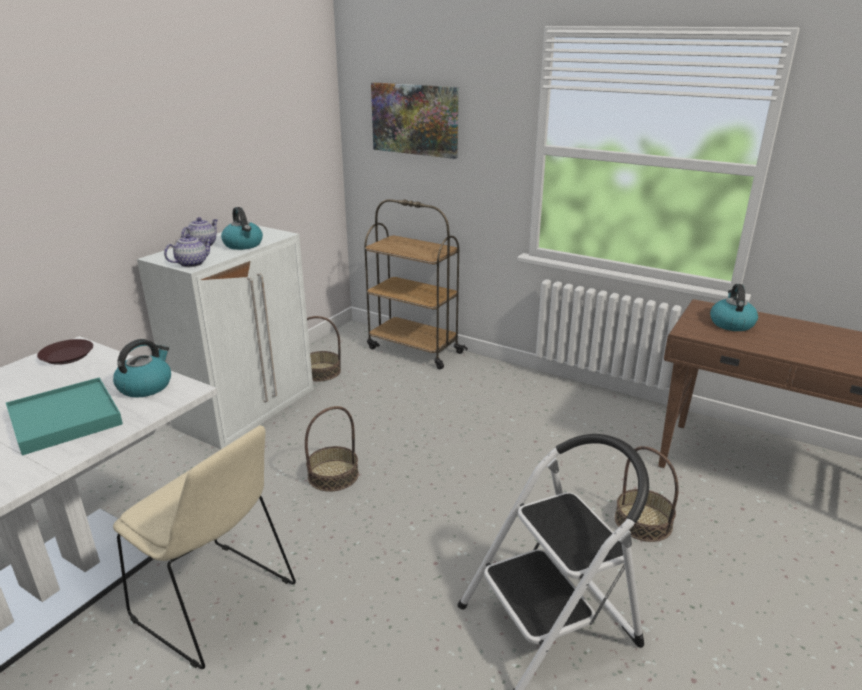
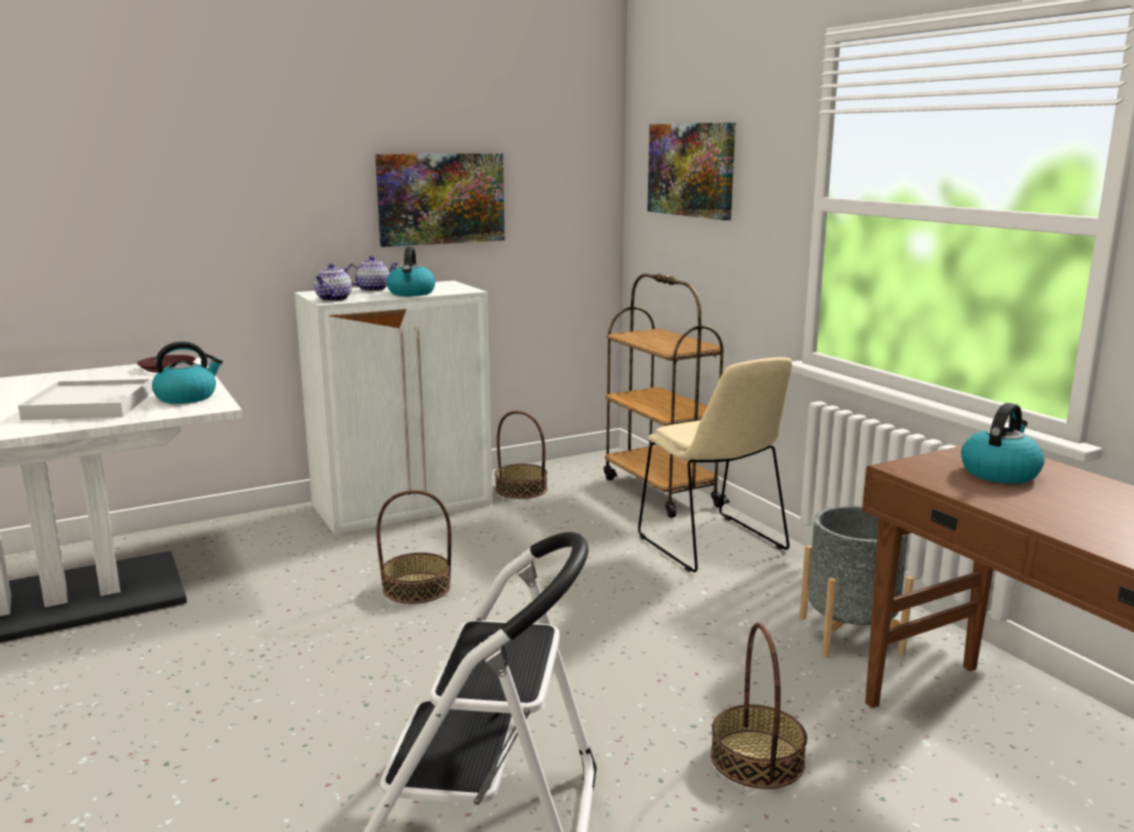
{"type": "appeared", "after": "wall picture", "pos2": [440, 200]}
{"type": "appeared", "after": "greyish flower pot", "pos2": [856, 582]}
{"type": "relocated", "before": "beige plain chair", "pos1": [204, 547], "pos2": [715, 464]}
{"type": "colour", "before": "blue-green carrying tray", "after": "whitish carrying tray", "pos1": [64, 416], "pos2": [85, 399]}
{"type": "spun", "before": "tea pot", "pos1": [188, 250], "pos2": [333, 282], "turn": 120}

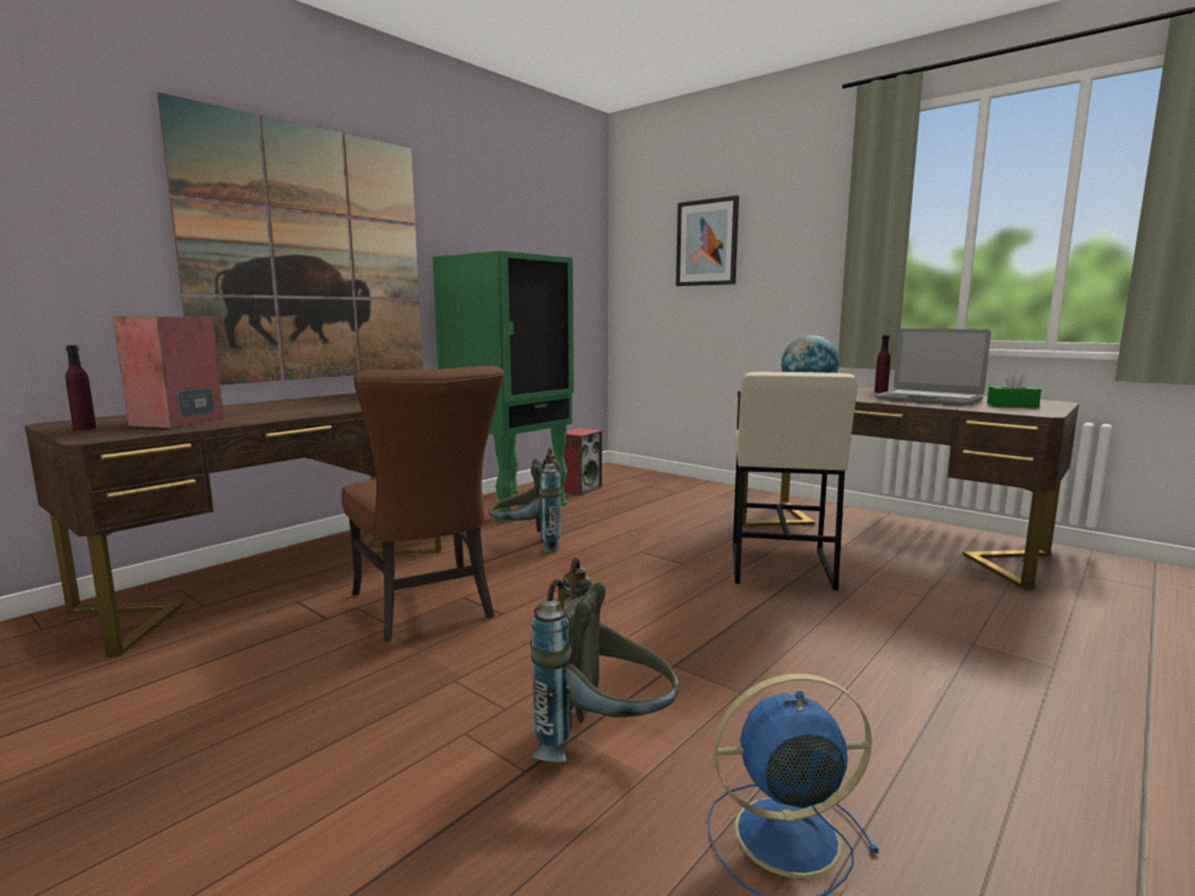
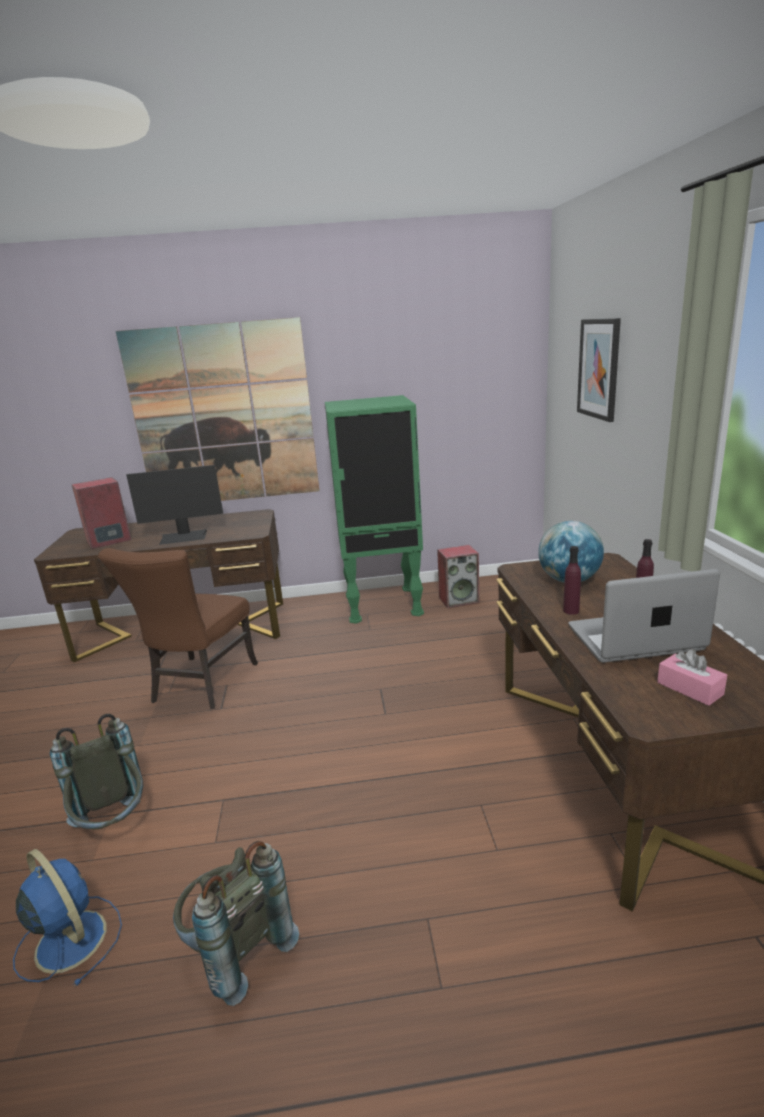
{"type": "missing", "before": "beige plain chair", "pos1": [795, 481]}
{"type": "appeared", "after": "computer screen", "pos2": [174, 505]}
{"type": "relocated", "before": "purple beverage bottle", "pos1": [80, 387], "pos2": [572, 580]}
{"type": "relocated", "before": "greyish knapsack", "pos1": [525, 500], "pos2": [236, 923]}
{"type": "colour", "before": "green-coloured tissue holder", "after": "pinkish tissue holder", "pos1": [1014, 389], "pos2": [692, 677]}
{"type": "spun", "before": "laptop", "pos1": [933, 366], "pos2": [644, 616], "turn": 90}

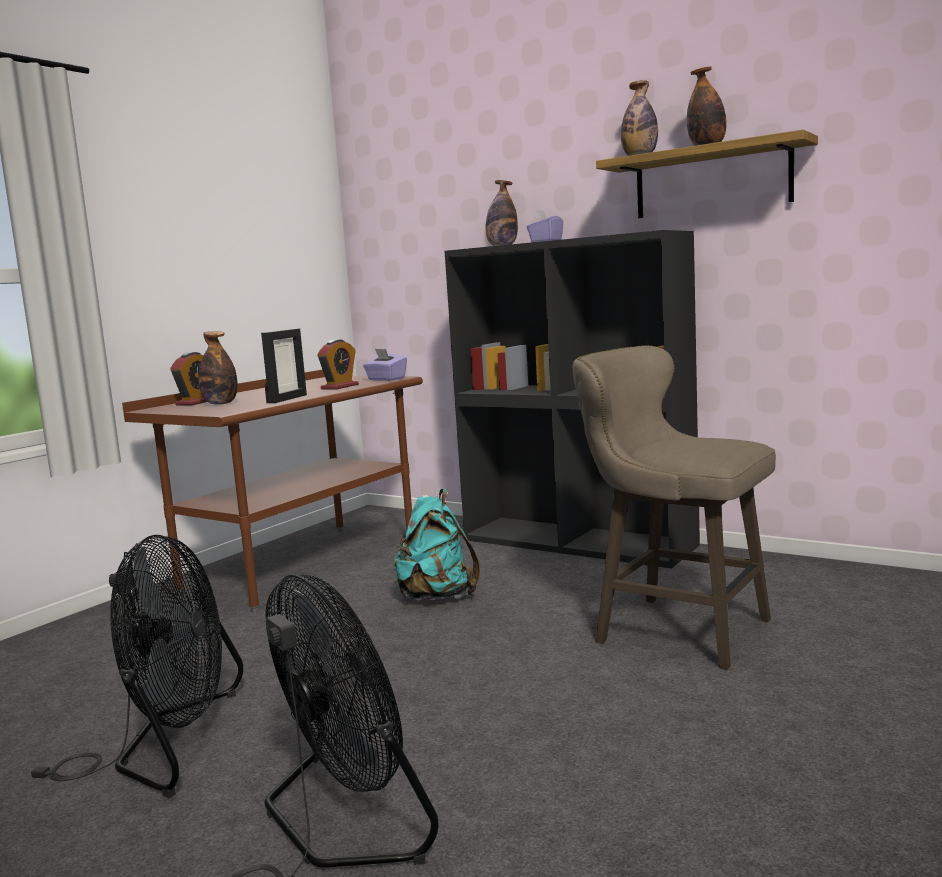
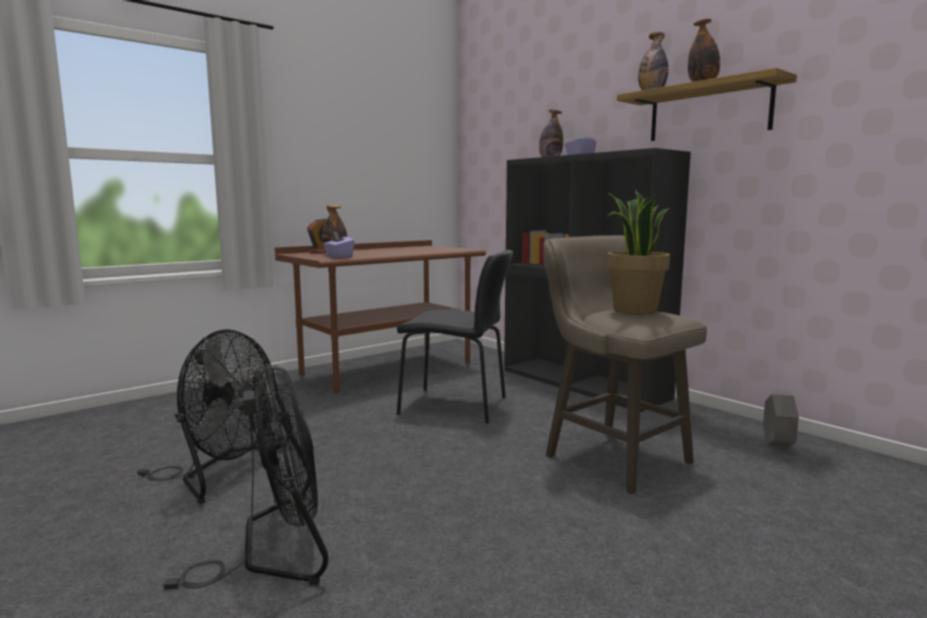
{"type": "missing", "before": "standing frame", "pos1": [284, 365]}
{"type": "missing", "before": "alarm clock", "pos1": [338, 364]}
{"type": "appeared", "after": "plant in a pot", "pos2": [638, 252]}
{"type": "appeared", "after": "greyish flower pot", "pos2": [781, 420]}
{"type": "relocated", "before": "purple tissue holder", "pos1": [385, 365], "pos2": [338, 245]}
{"type": "exchanged", "before": "blue-green knapsack", "after": "black-coloured plain chair", "pos1": [436, 545], "pos2": [454, 336]}

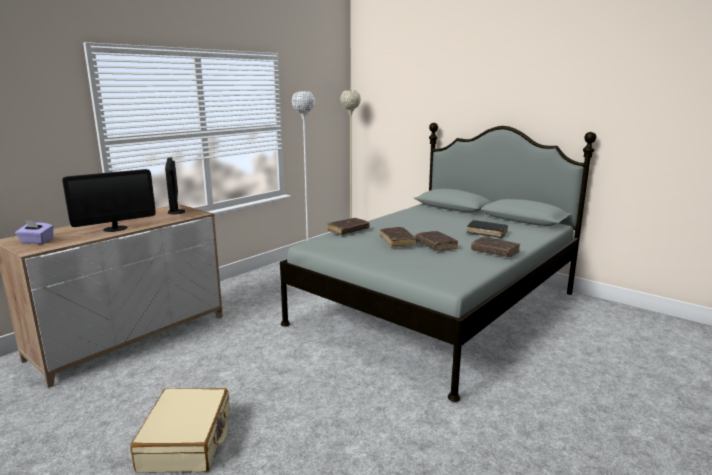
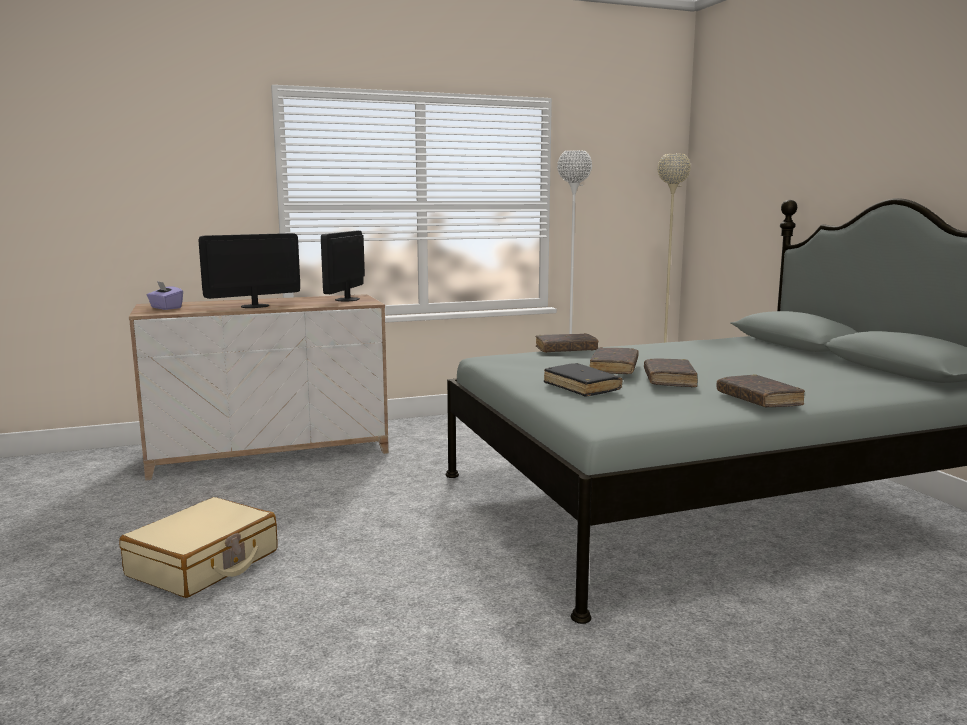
{"type": "relocated", "before": "black-coloured book", "pos1": [487, 229], "pos2": [583, 380]}
{"type": "spun", "before": "computer screen", "pos1": [109, 200], "pos2": [249, 270], "turn": 150}

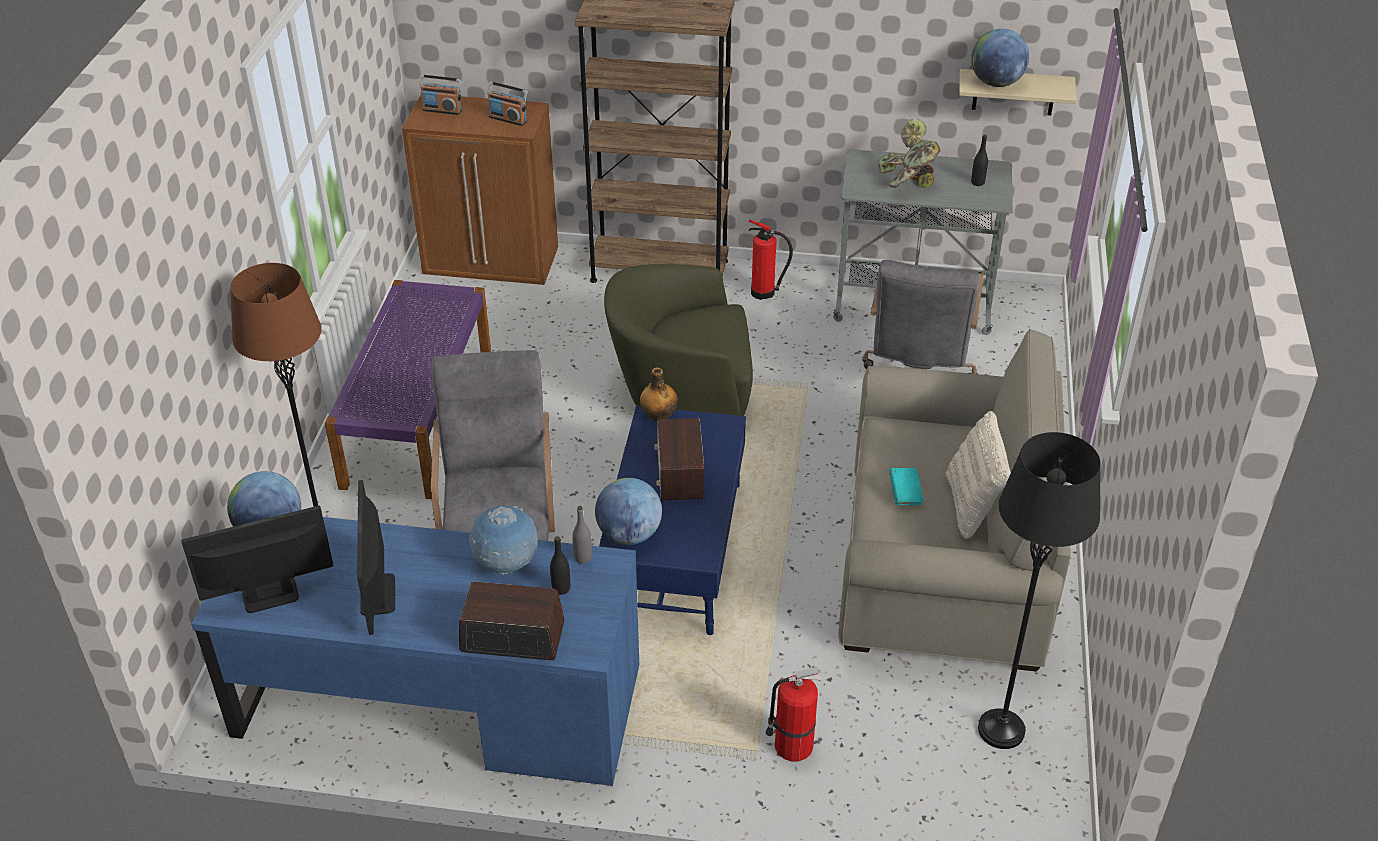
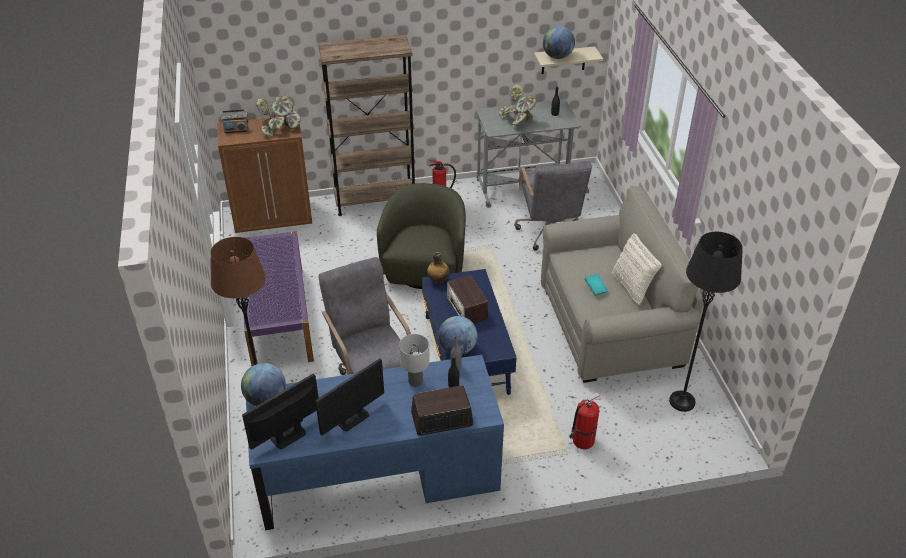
{"type": "exchanged", "before": "world globe", "after": "whitish tabletop lamp", "pos1": [503, 540], "pos2": [414, 360]}
{"type": "exchanged", "before": "radio set", "after": "plant in a pot", "pos1": [507, 103], "pos2": [278, 116]}
{"type": "spun", "before": "computer screen", "pos1": [376, 557], "pos2": [349, 397], "turn": -105}
{"type": "spun", "before": "green-coloured armchair", "pos1": [678, 340], "pos2": [421, 236], "turn": 120}

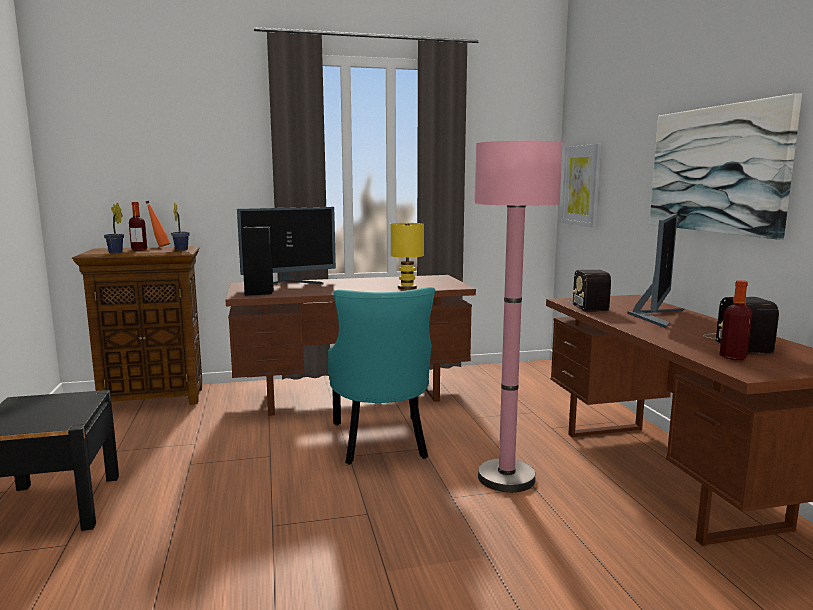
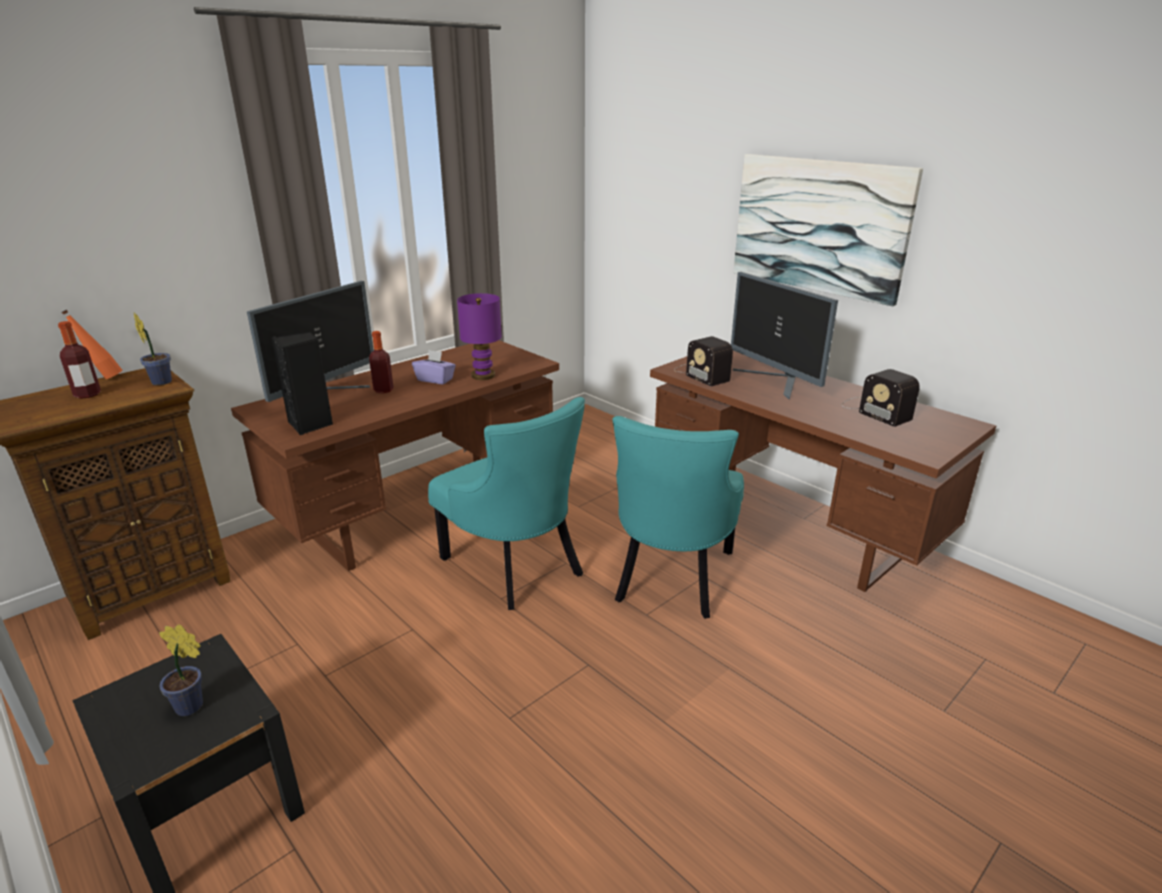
{"type": "missing", "before": "wall picture", "pos1": [581, 186]}
{"type": "appeared", "after": "purple tissue holder", "pos2": [434, 367]}
{"type": "relocated", "before": "plant in a pot", "pos1": [114, 228], "pos2": [181, 670]}
{"type": "relocated", "before": "beverage bottle", "pos1": [736, 320], "pos2": [381, 362]}
{"type": "exchanged", "before": "pinkish standing lamp", "after": "blue-green plain chair", "pos1": [518, 316], "pos2": [678, 517]}
{"type": "colour", "before": "yellow tabletop lamp", "after": "purple tabletop lamp", "pos1": [407, 256], "pos2": [479, 336]}
{"type": "spun", "before": "computer screen", "pos1": [656, 271], "pos2": [784, 336], "turn": 150}

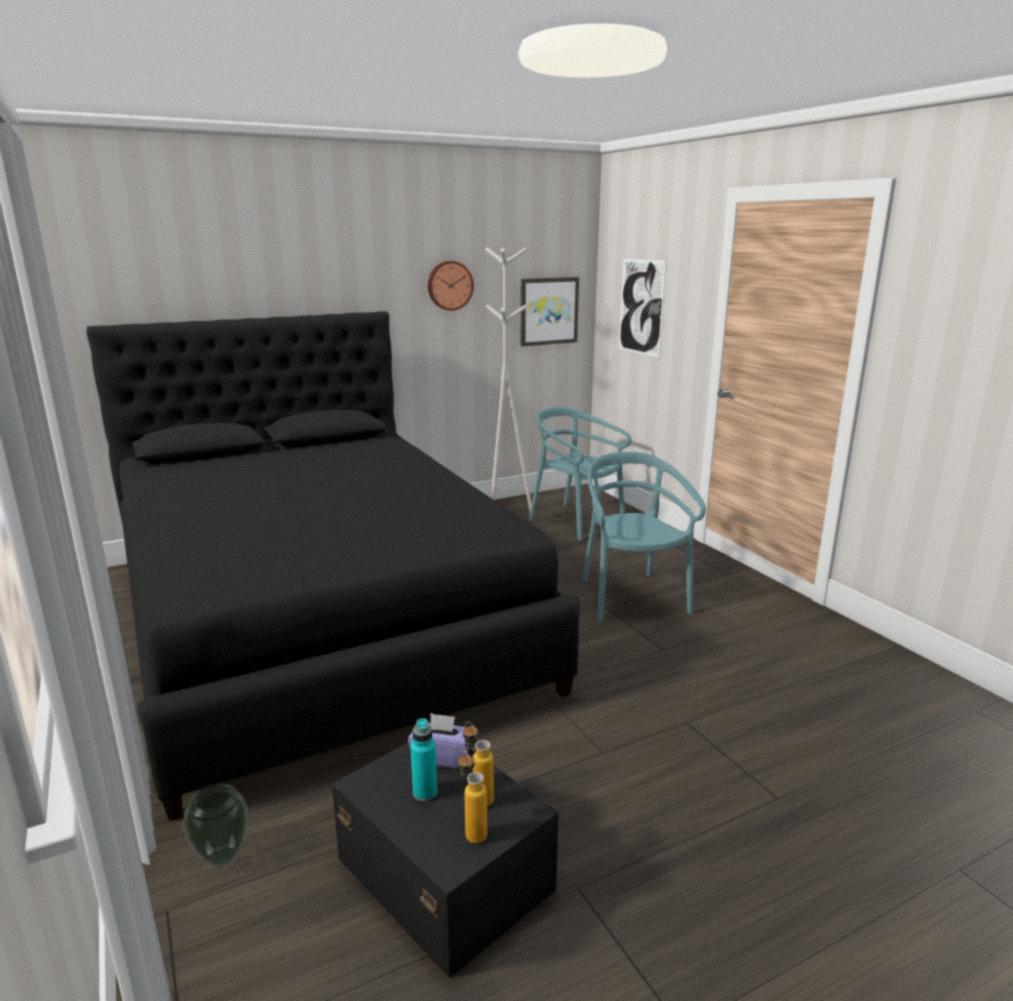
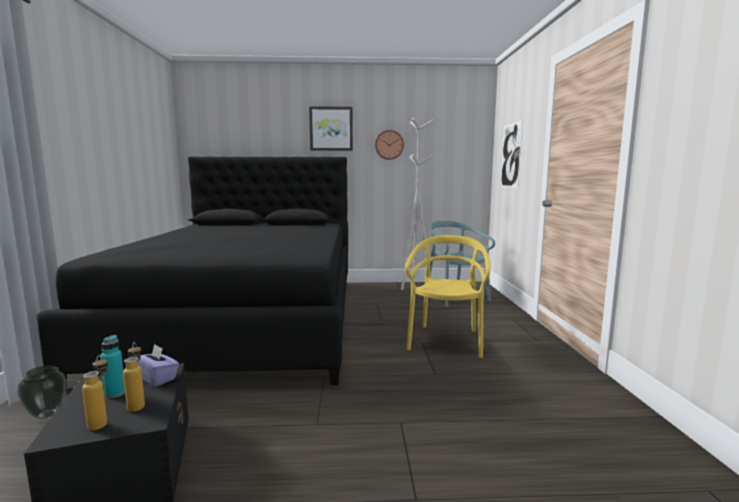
{"type": "relocated", "before": "wall picture", "pos1": [549, 311], "pos2": [331, 128]}
{"type": "colour", "before": "blue-green plain chair", "after": "yellow plain chair", "pos1": [644, 537], "pos2": [448, 296]}

